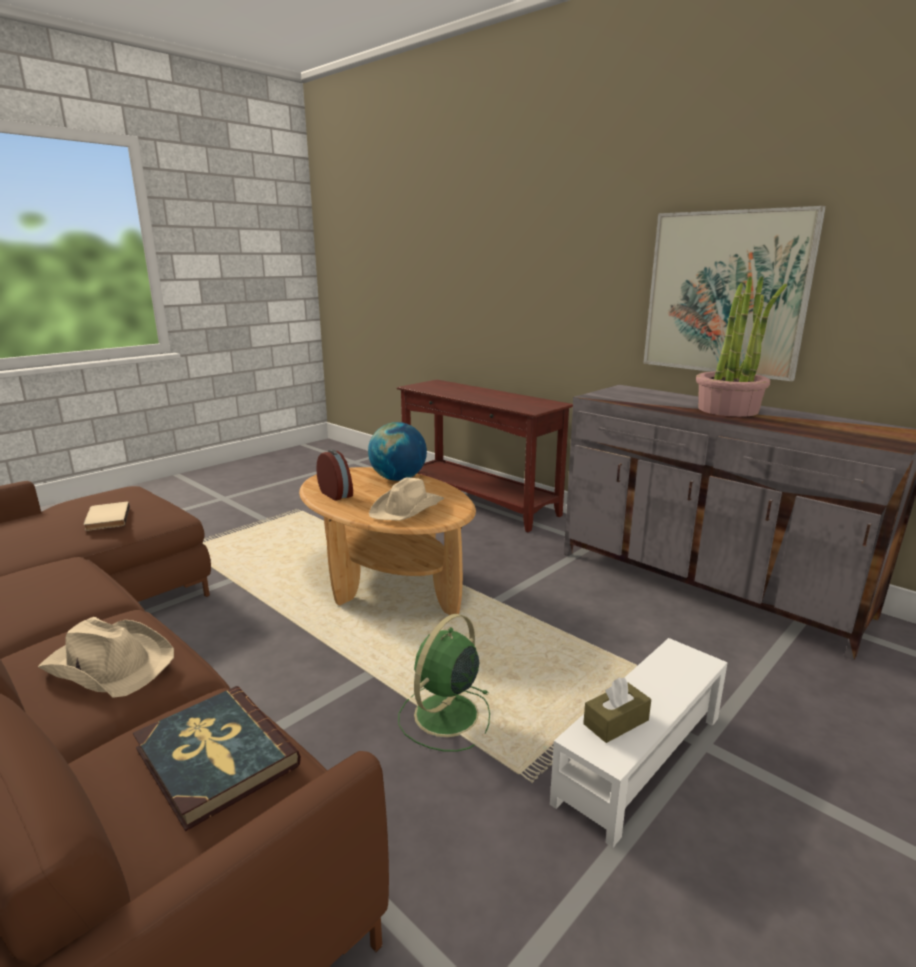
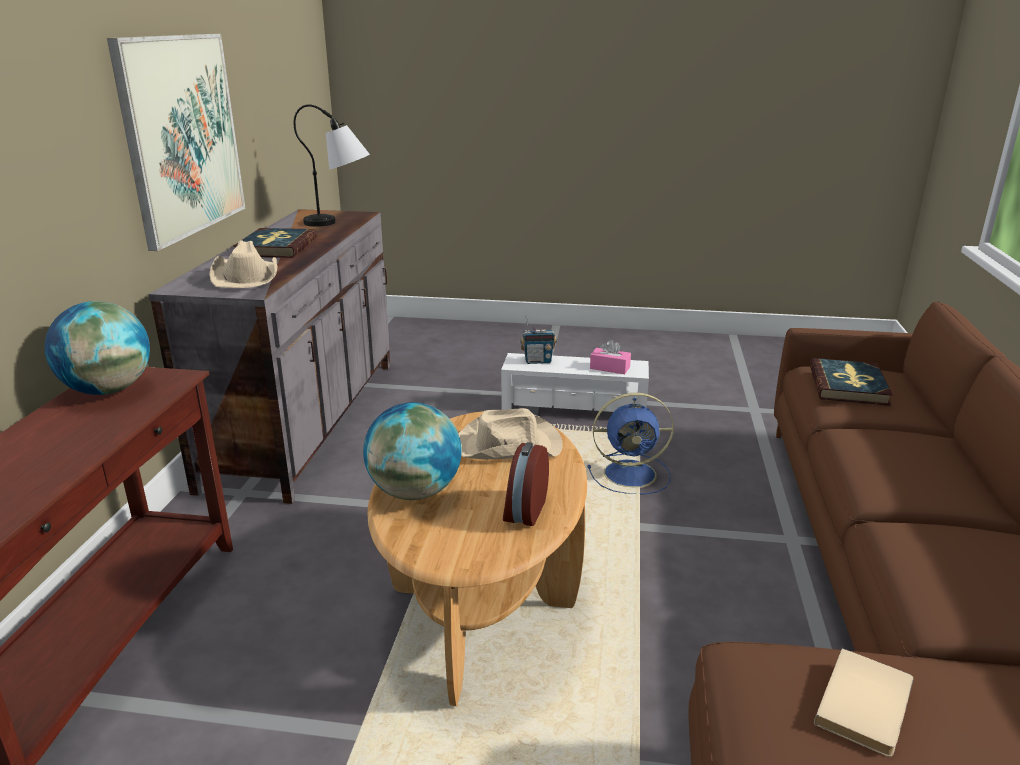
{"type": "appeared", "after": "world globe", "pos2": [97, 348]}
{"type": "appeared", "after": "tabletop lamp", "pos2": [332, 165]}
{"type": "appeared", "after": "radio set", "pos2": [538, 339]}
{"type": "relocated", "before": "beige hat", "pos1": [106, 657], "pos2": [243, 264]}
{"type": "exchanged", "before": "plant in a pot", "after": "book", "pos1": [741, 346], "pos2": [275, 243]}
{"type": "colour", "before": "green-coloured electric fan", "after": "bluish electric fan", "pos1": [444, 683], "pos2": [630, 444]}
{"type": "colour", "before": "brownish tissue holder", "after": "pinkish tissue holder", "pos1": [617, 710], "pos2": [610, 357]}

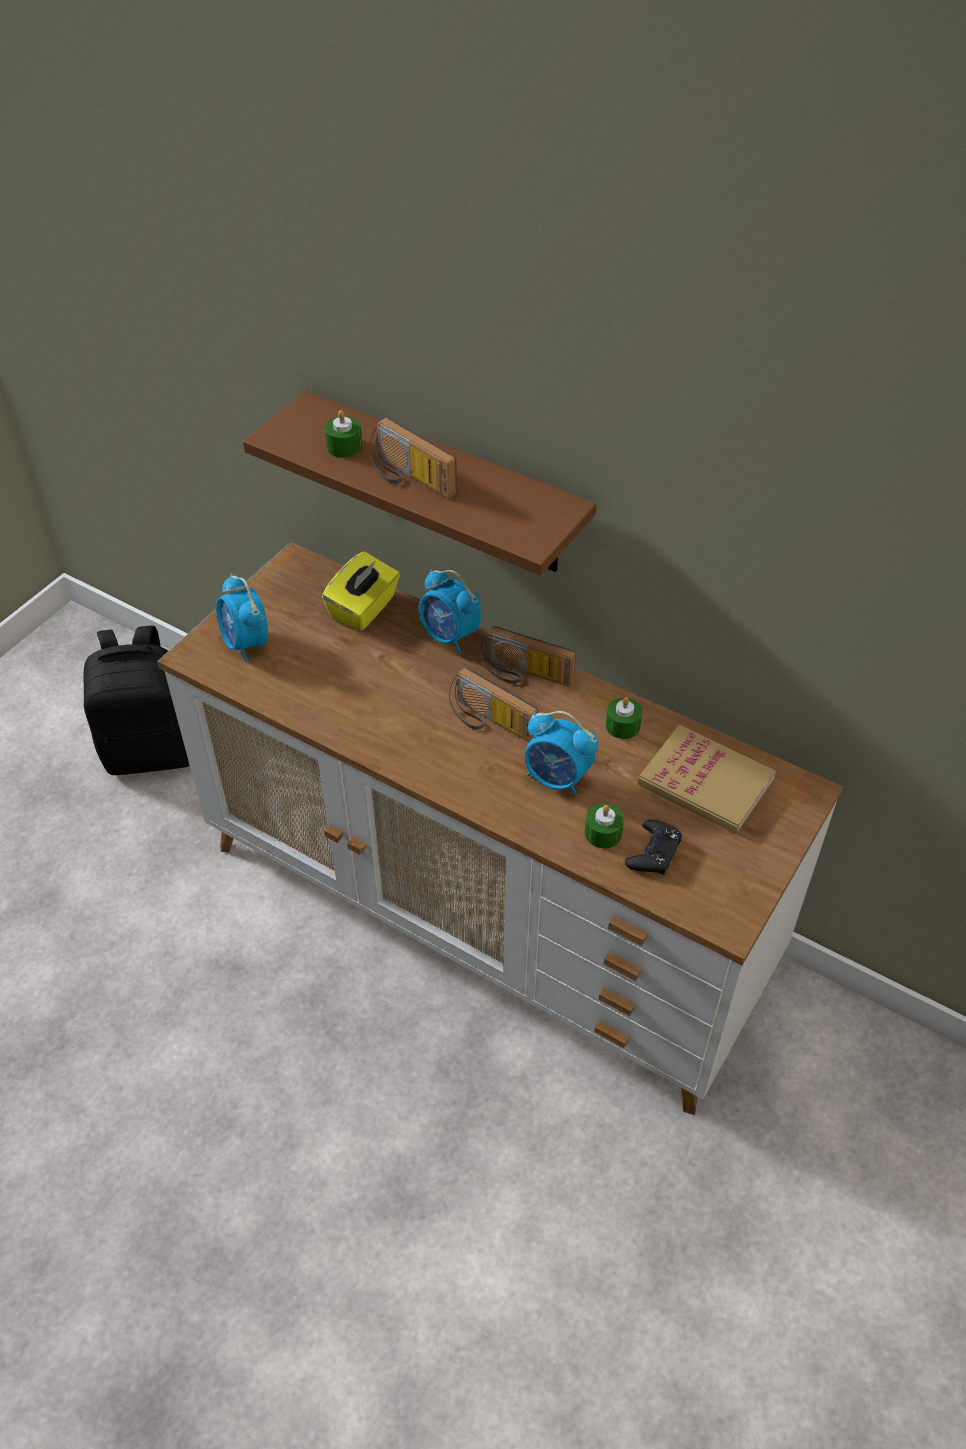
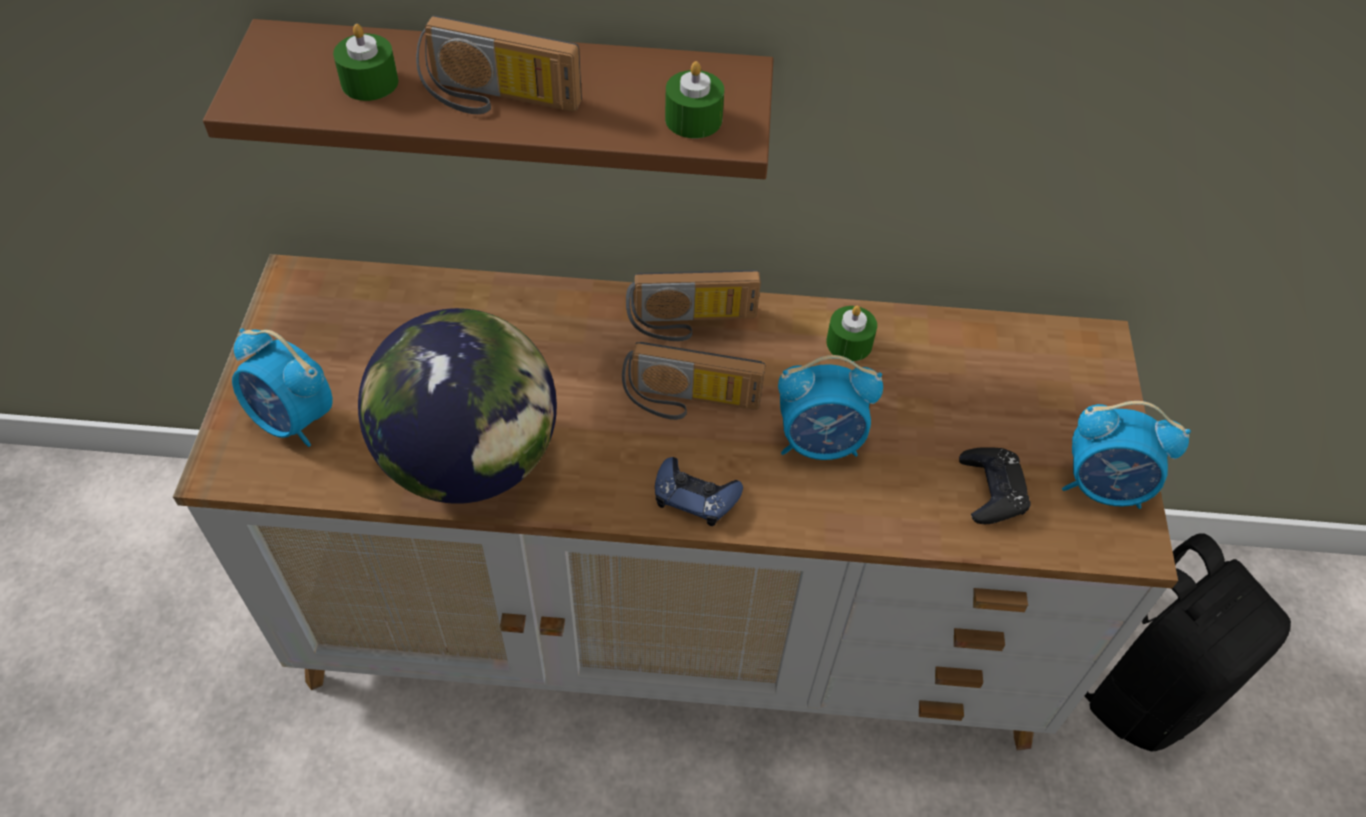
{"type": "missing", "before": "yellow tissue holder", "pos1": [361, 591]}
{"type": "missing", "before": "book", "pos1": [707, 779]}
{"type": "appeared", "after": "world globe", "pos2": [457, 406]}
{"type": "appeared", "after": "bluish joypad", "pos2": [699, 491]}
{"type": "relocated", "before": "black-coloured knapsack", "pos1": [137, 700], "pos2": [1188, 642]}
{"type": "relocated", "before": "alarm clock", "pos1": [450, 611], "pos2": [1126, 455]}
{"type": "relocated", "before": "green-coloured candle", "pos1": [604, 825], "pos2": [694, 99]}

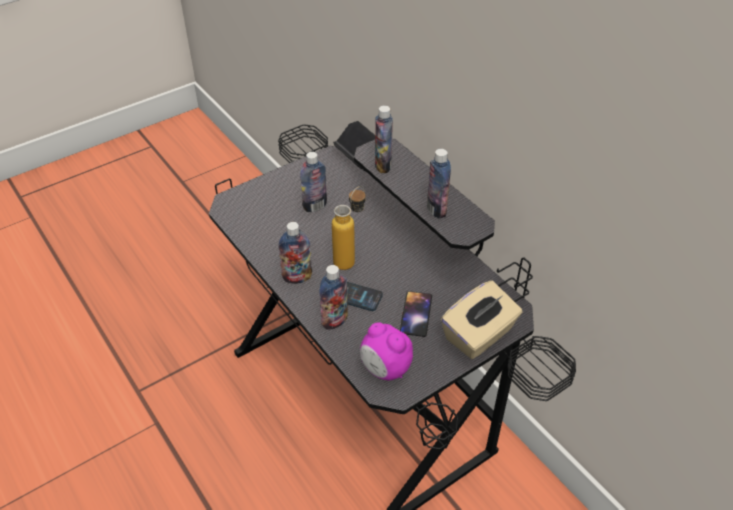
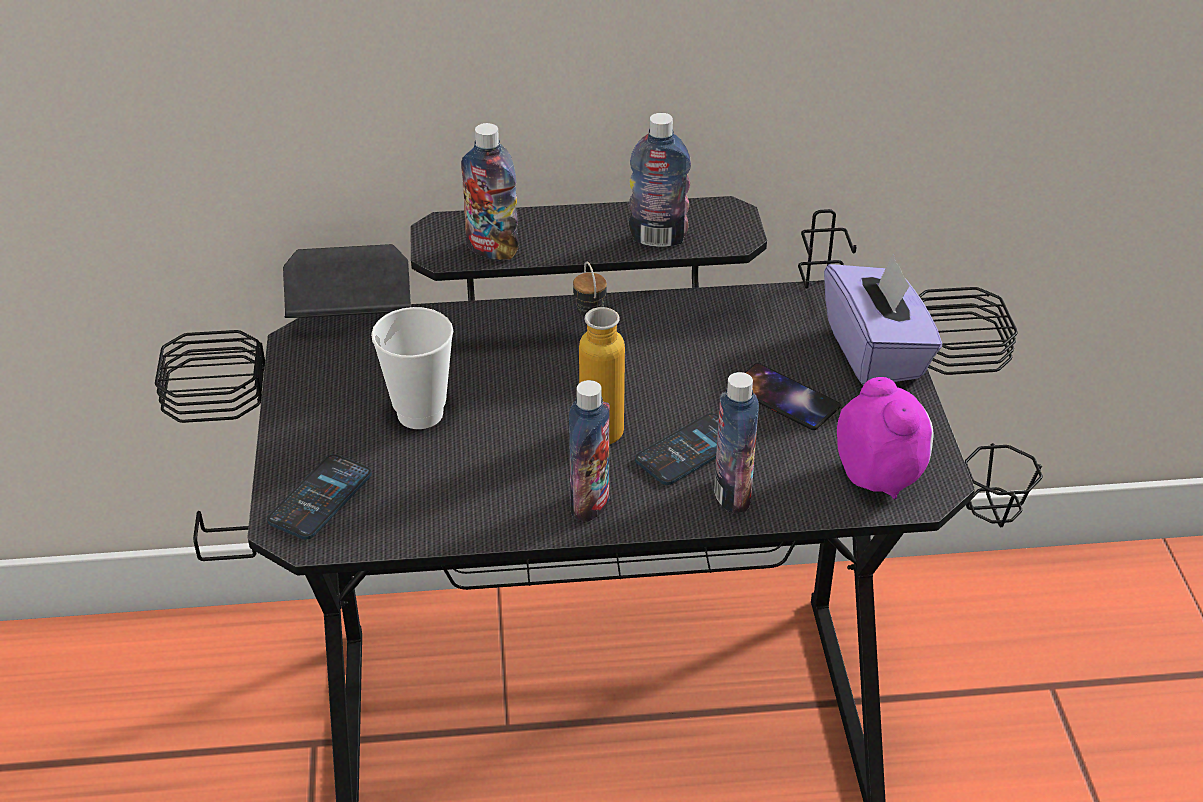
{"type": "appeared", "after": "phone", "pos2": [319, 496]}
{"type": "exchanged", "before": "beverage bottle", "after": "cup", "pos1": [313, 182], "pos2": [412, 368]}
{"type": "colour", "before": "beige tissue holder", "after": "purple tissue holder", "pos1": [482, 319], "pos2": [883, 319]}
{"type": "spun", "before": "alarm clock", "pos1": [386, 351], "pos2": [885, 438], "turn": -90}

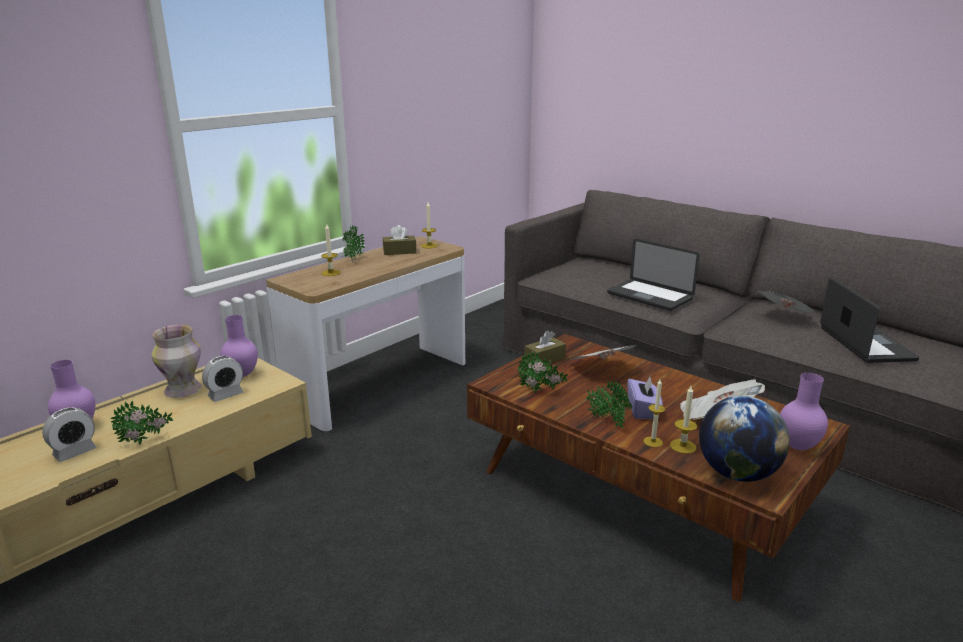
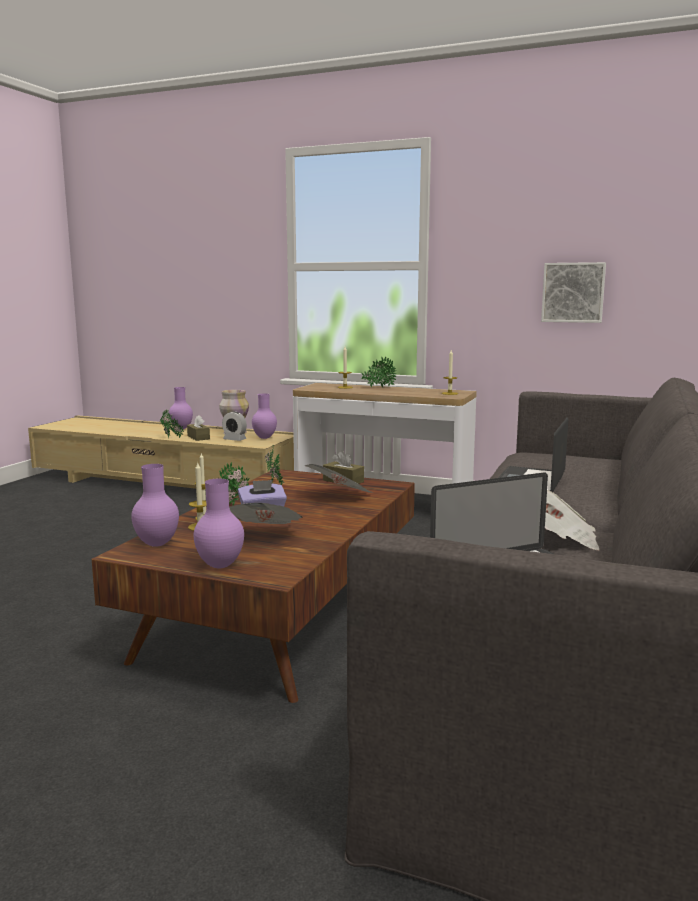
{"type": "missing", "before": "alarm clock", "pos1": [69, 434]}
{"type": "appeared", "after": "wall picture", "pos2": [573, 292]}
{"type": "relocated", "before": "brownish tissue holder", "pos1": [399, 240], "pos2": [198, 428]}
{"type": "exchanged", "before": "world globe", "after": "purple flower vase", "pos1": [744, 439], "pos2": [155, 505]}

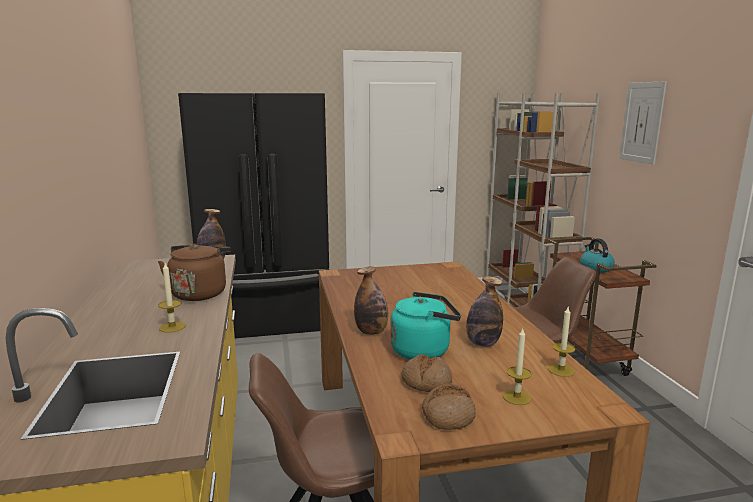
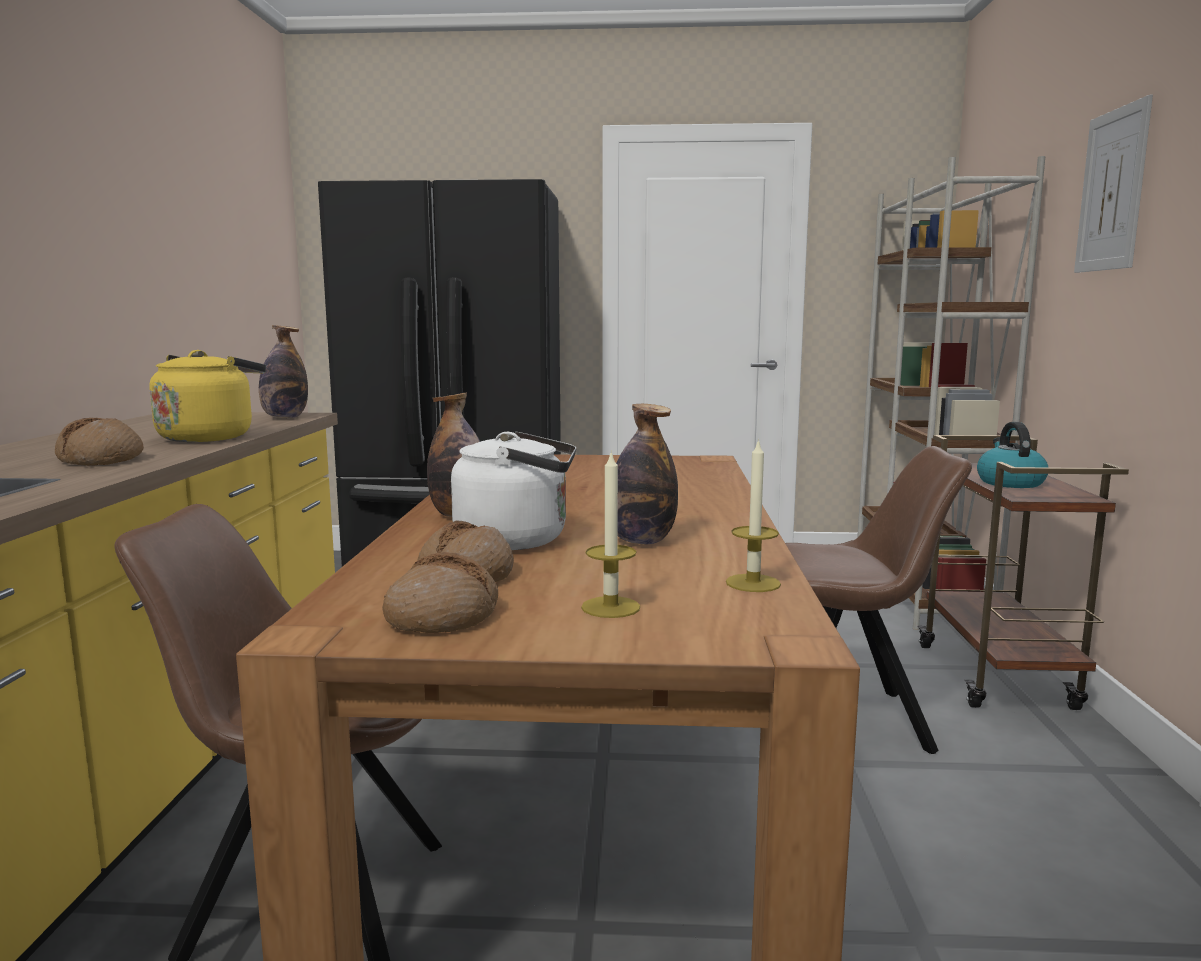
{"type": "exchanged", "before": "candle", "after": "baked bread", "pos1": [172, 298], "pos2": [99, 442]}
{"type": "colour", "before": "brownish tea kettle", "after": "yellow tea kettle", "pos1": [194, 272], "pos2": [208, 396]}
{"type": "colour", "before": "blue-green tea kettle", "after": "whitish tea kettle", "pos1": [425, 326], "pos2": [513, 491]}

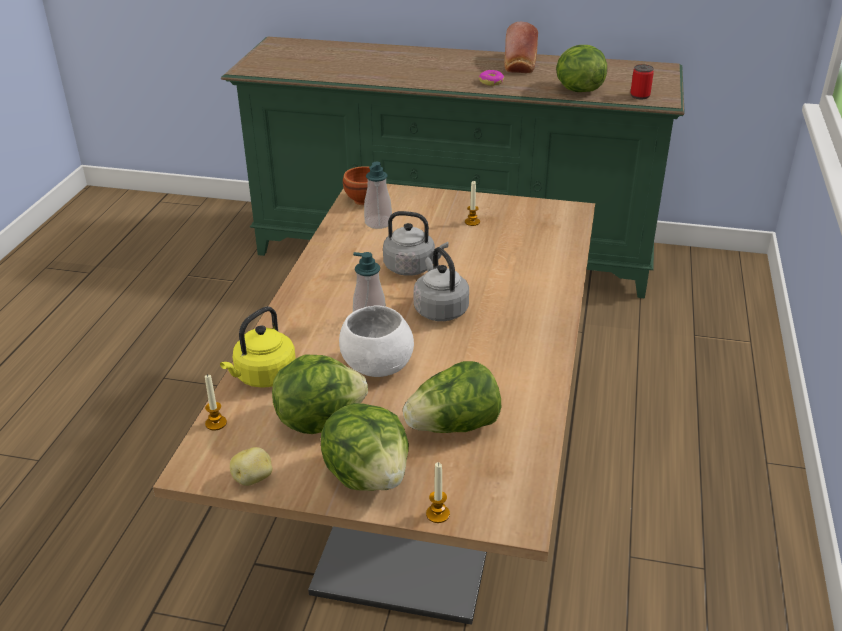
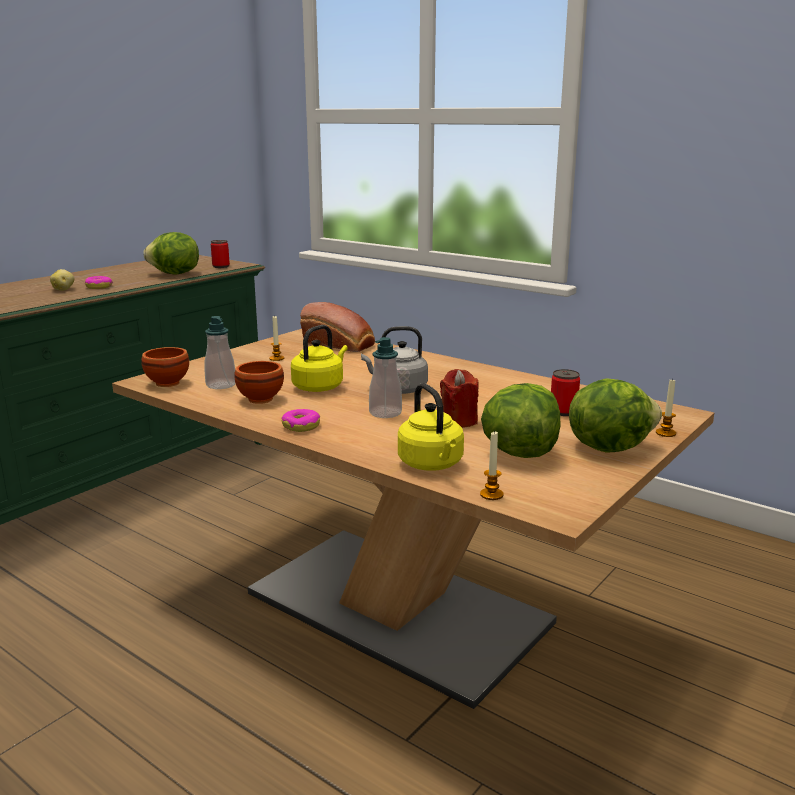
{"type": "appeared", "after": "brownish bowl", "pos2": [259, 382]}
{"type": "appeared", "after": "doughnut", "pos2": [300, 420]}
{"type": "relocated", "before": "whole potato", "pos1": [251, 466], "pos2": [62, 280]}
{"type": "relocated", "before": "baked bread", "pos1": [521, 47], "pos2": [337, 327]}
{"type": "exchanged", "before": "whitish bowl", "after": "red candle", "pos1": [376, 341], "pos2": [459, 398]}
{"type": "exchanged", "before": "lettuce", "after": "can", "pos1": [452, 397], "pos2": [565, 392]}
{"type": "colour", "before": "greyish tea kettle", "after": "yellow tea kettle", "pos1": [416, 243], "pos2": [319, 358]}

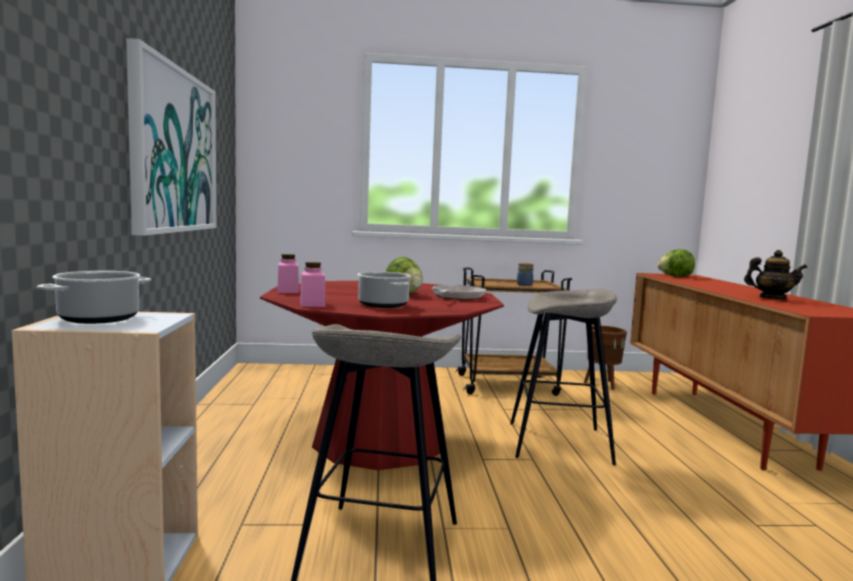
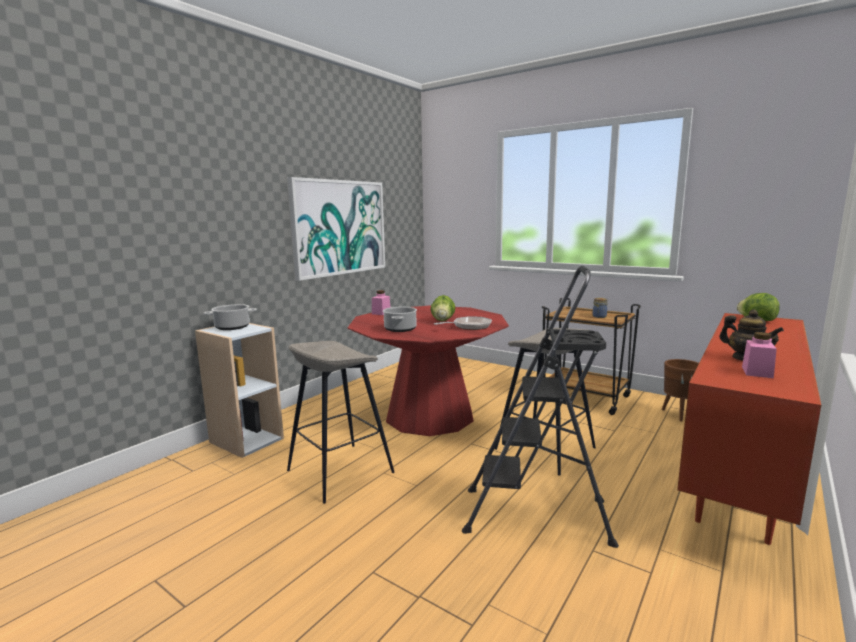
{"type": "appeared", "after": "step stool", "pos2": [540, 407]}
{"type": "relocated", "before": "pinkish storage jar", "pos1": [313, 284], "pos2": [759, 355]}

